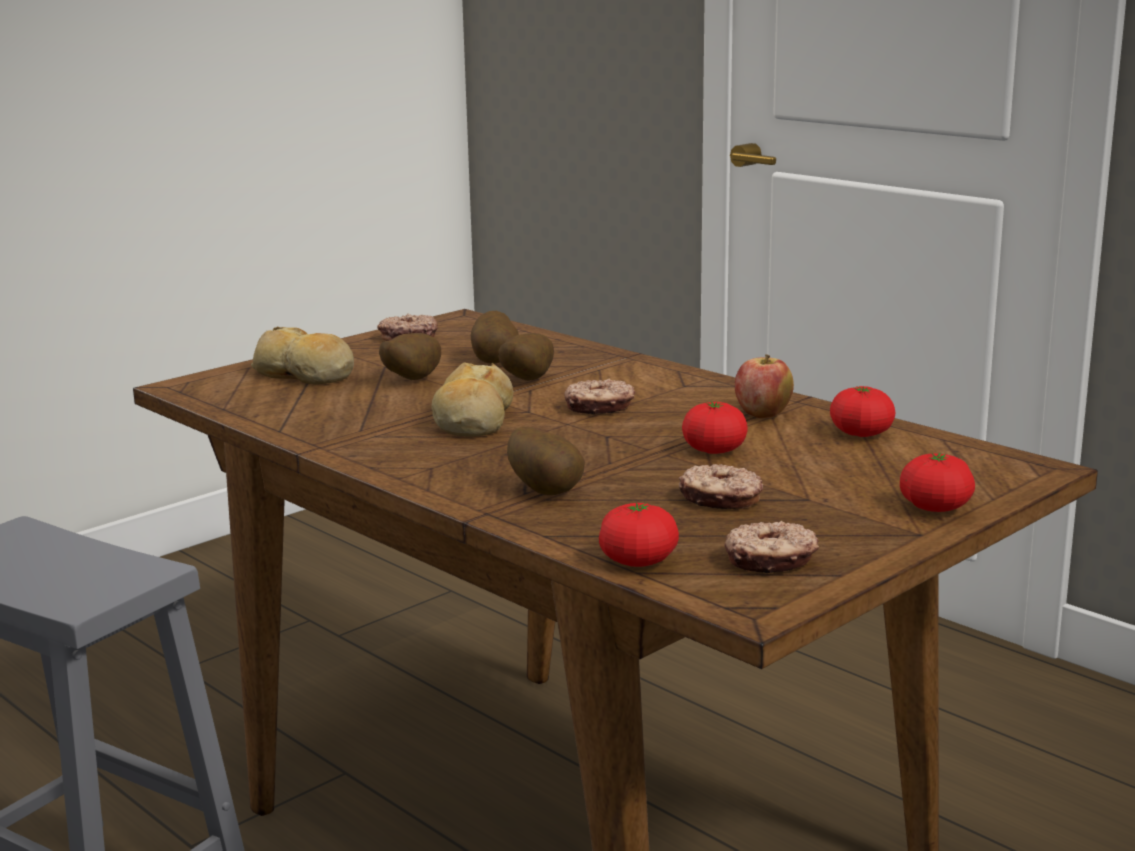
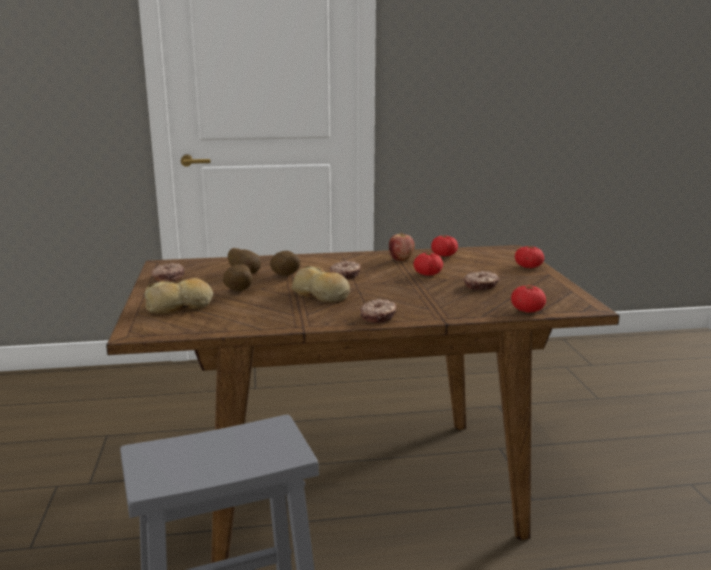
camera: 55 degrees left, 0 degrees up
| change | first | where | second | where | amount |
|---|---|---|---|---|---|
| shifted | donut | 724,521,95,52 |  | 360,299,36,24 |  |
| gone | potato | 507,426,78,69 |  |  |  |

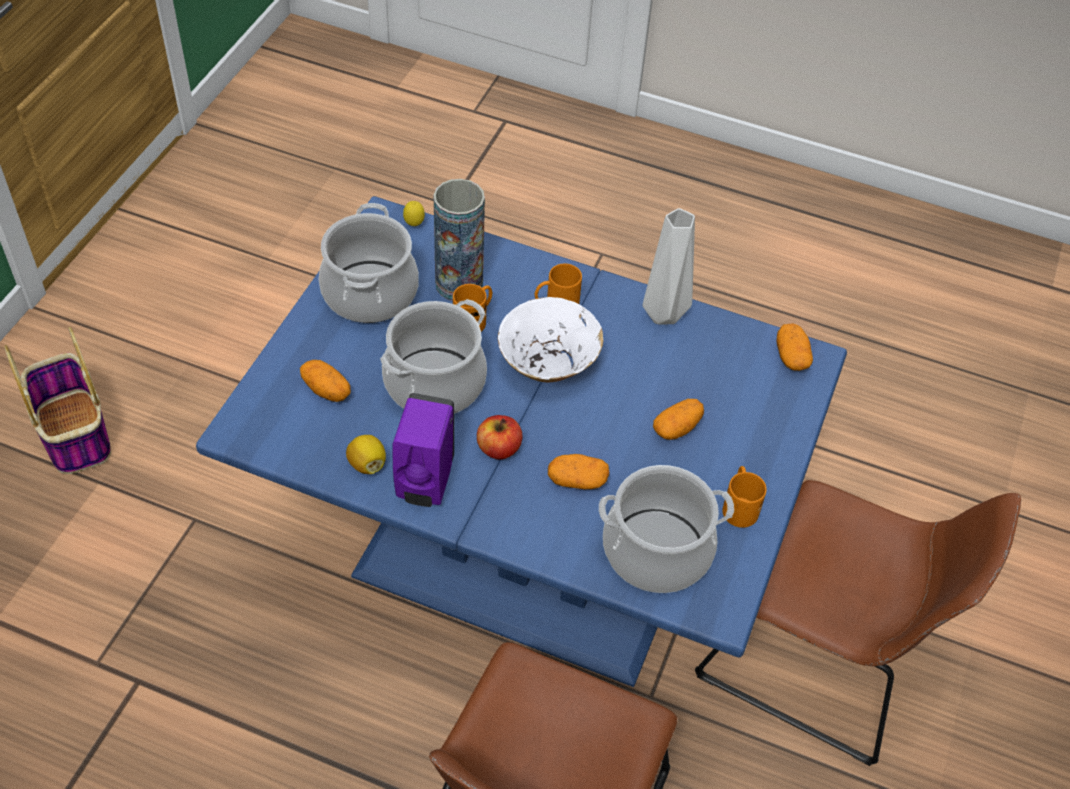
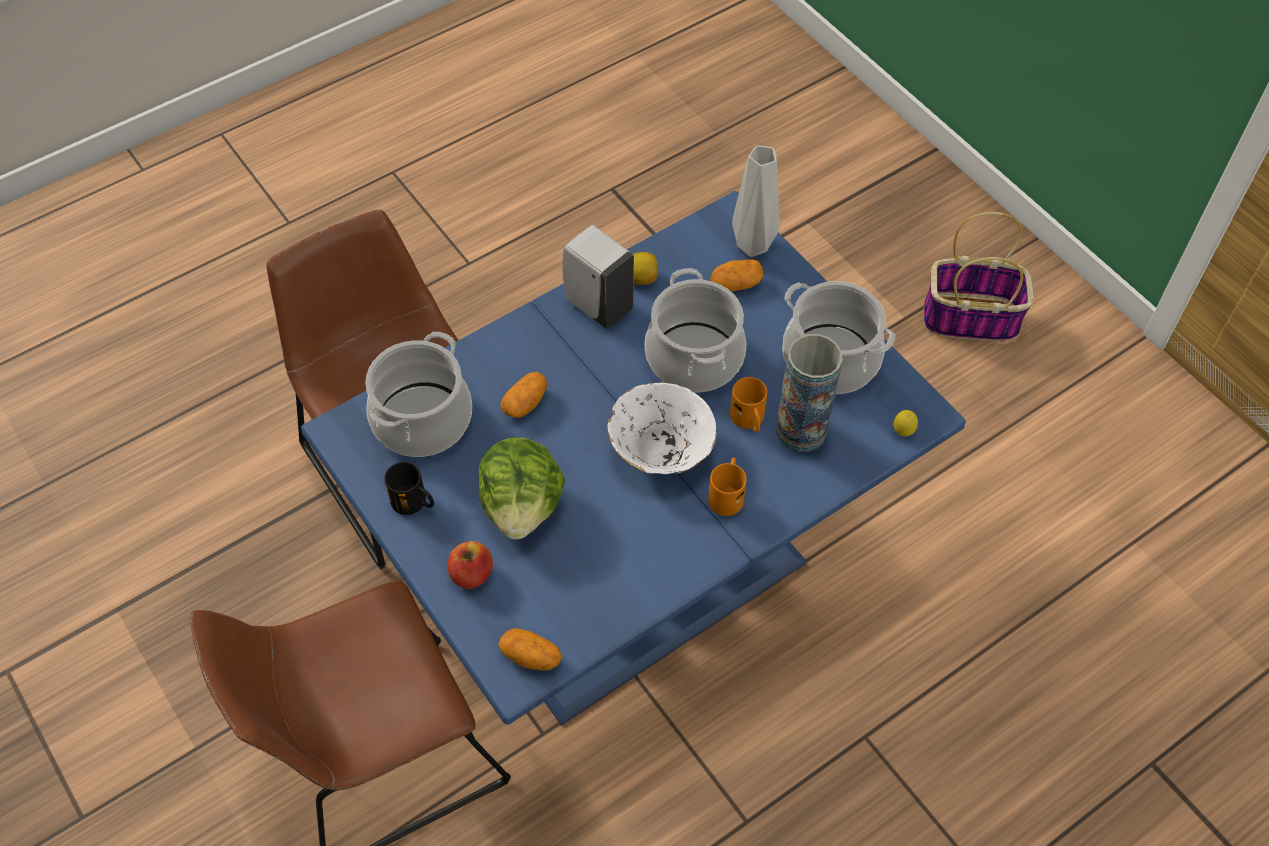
camera: 125 degrees right, 5 degrees up
| change | first | where | second | where | amount |
|---|---|---|---|---|---|
| repainted | orange_mug | 722,466,45,62 | black_mug | 384,462,50,53 |  |
| shifted | apple | 477,415,46,45 |  | 448,541,45,48 |  |
| swapped | potato | 653,399,51,41 | lettuce | 479,437,86,102 |  |
| repainted | purple_soap_dispenser | 392,393,62,114 | white_soap_dispenser | 562,225,72,104 |  |
| shifted | grey_vase | 643,208,52,116 |  | 732,145,48,112 |  |

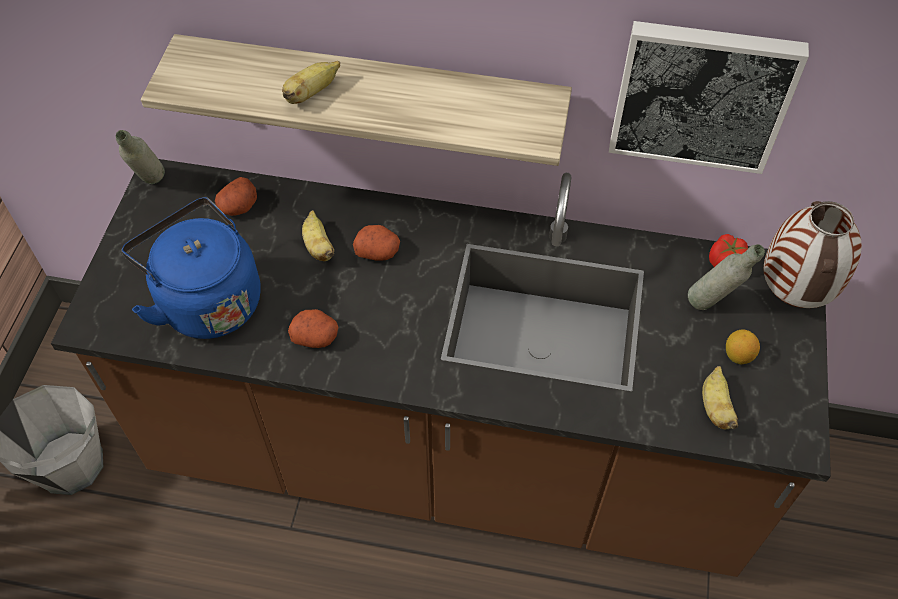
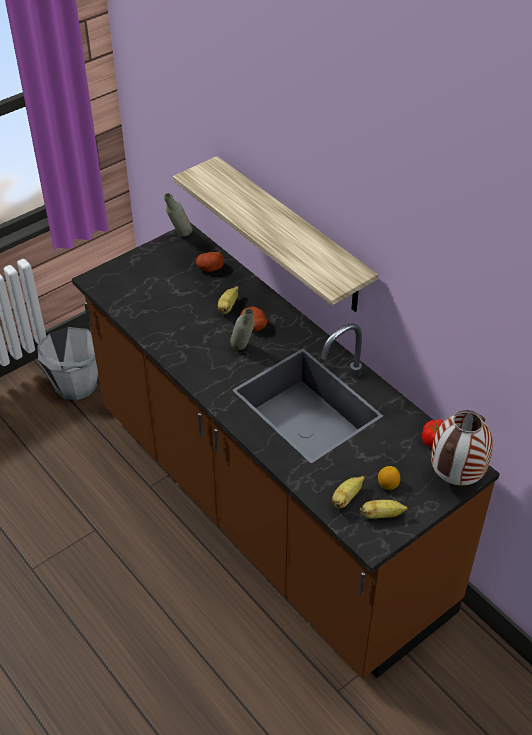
camera: 40 degrees right, 10 degrees down
| change | first | where | second | where | amount |
|---|---|---|---|---|---|
| shifted | grey_bottle | 688,244,77,66 |  | 230,308,25,42 |  |
| shifted | banana | 282,61,58,43 |  | 359,500,49,19 |  |
| gone | blue_kettle | 122,197,139,142 |  |  |  |
| gone | potato | 288,309,50,39 |  |  |  |
| gone | picture | 609,21,200,153 |  |  |  |

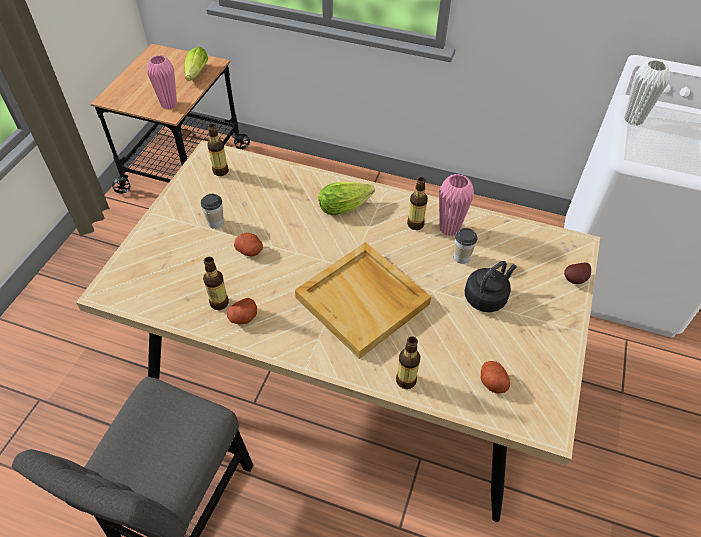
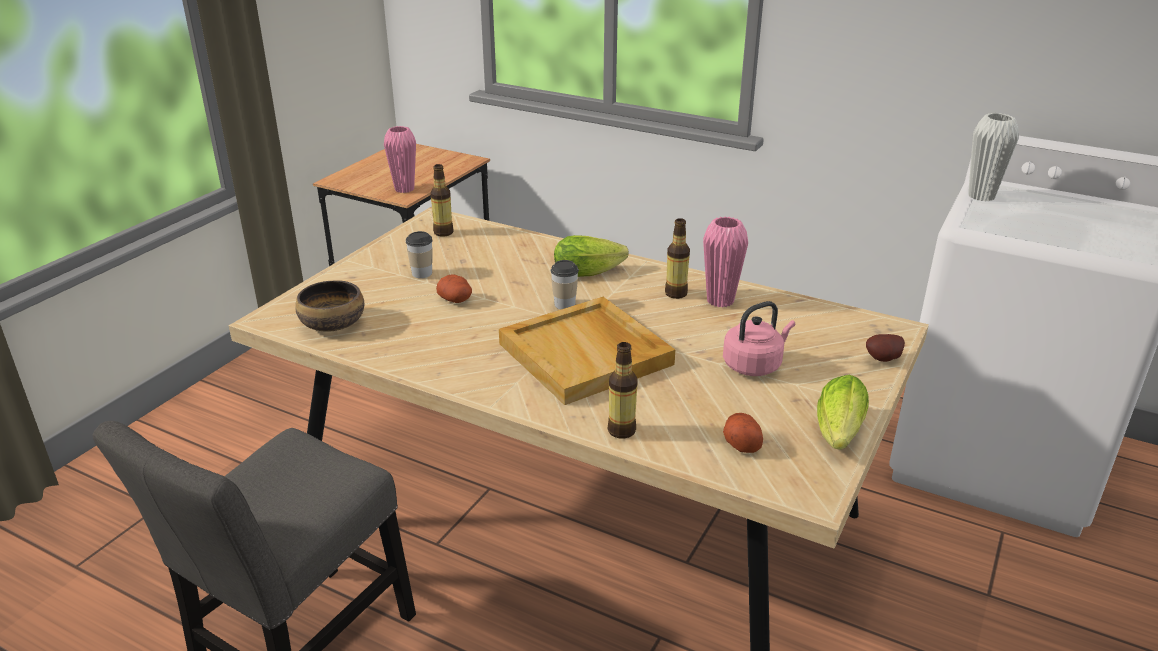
camera: 10 degrees right, 20 degrees down
| change | first | where | second | where | amount |
|---|---|---|---|---|---|
| new |  |  | bowl | 295,280,69,52 |  |
| shifted | cup | 454,228,23,36 |  | 550,260,29,49 |  |
| repainted | black_kettle | 465,261,52,51 | pink_kettle | 723,301,72,75 |  |
| shifted | lettuce | 185,47,23,34 |  | 817,375,52,75 |  |
| gone | bottle | 203,257,26,53 |  |  |  |
| gone | potato | 227,298,30,26 |  |  |  |

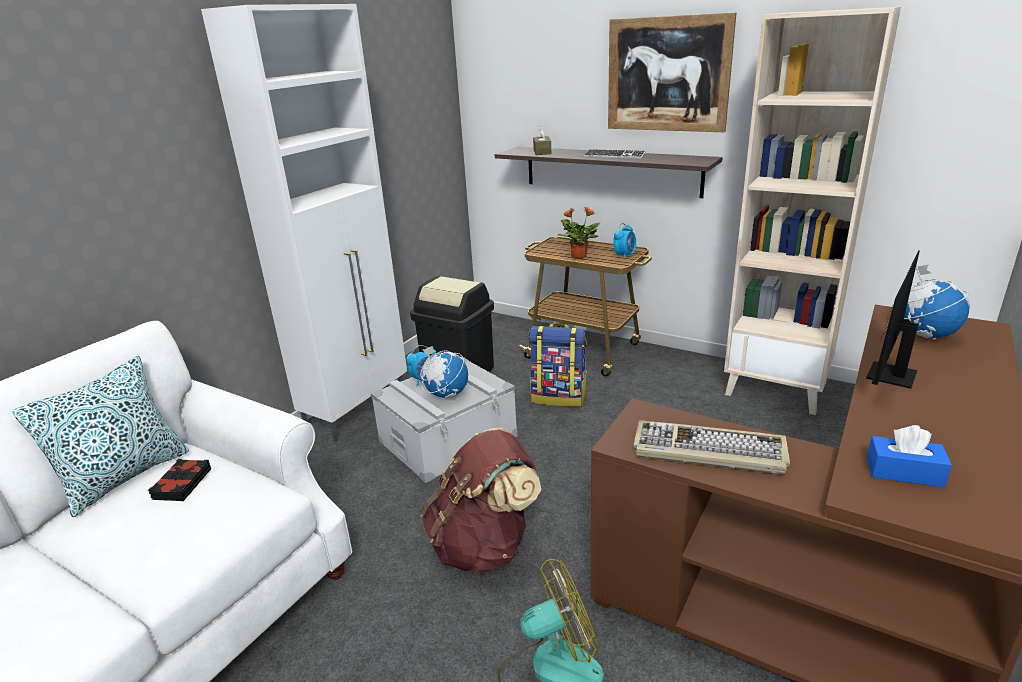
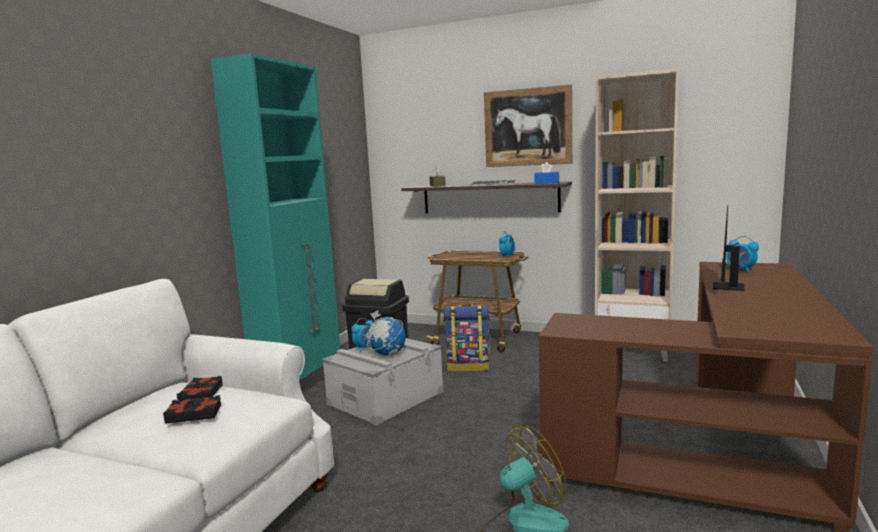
camera: 10 degrees left, 15 degrees down
| change | first | where | second | where | amount |
|---|---|---|---|---|---|
| new |  |  | black_book | 163,395,58,29 |  |
| repainted | white_cabinet | 201,4,206,438 | turquoise_cabinet | 211,53,129,328 |  |
| shifted | blue_tissue_box | 867,425,85,63 |  | 534,162,26,22 |  |
| swapped | globe | 904,264,66,75 | alarm_clock | 726,236,33,37 |  |
| gone | pillow | 12,355,177,162 |  |  |  |
| gone | brown_backpack | 421,428,120,146 |  |  |  |
| gone | potted_plant | 557,207,43,52 |  |  |  |
| gone | keyboard | 634,420,156,54 |  |  |  |

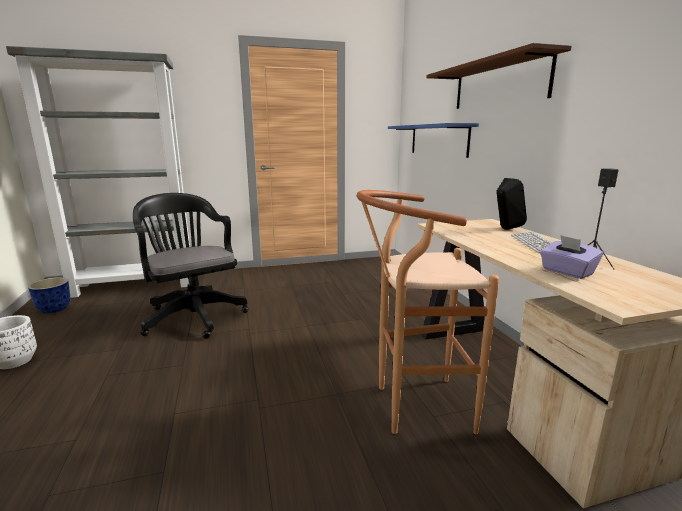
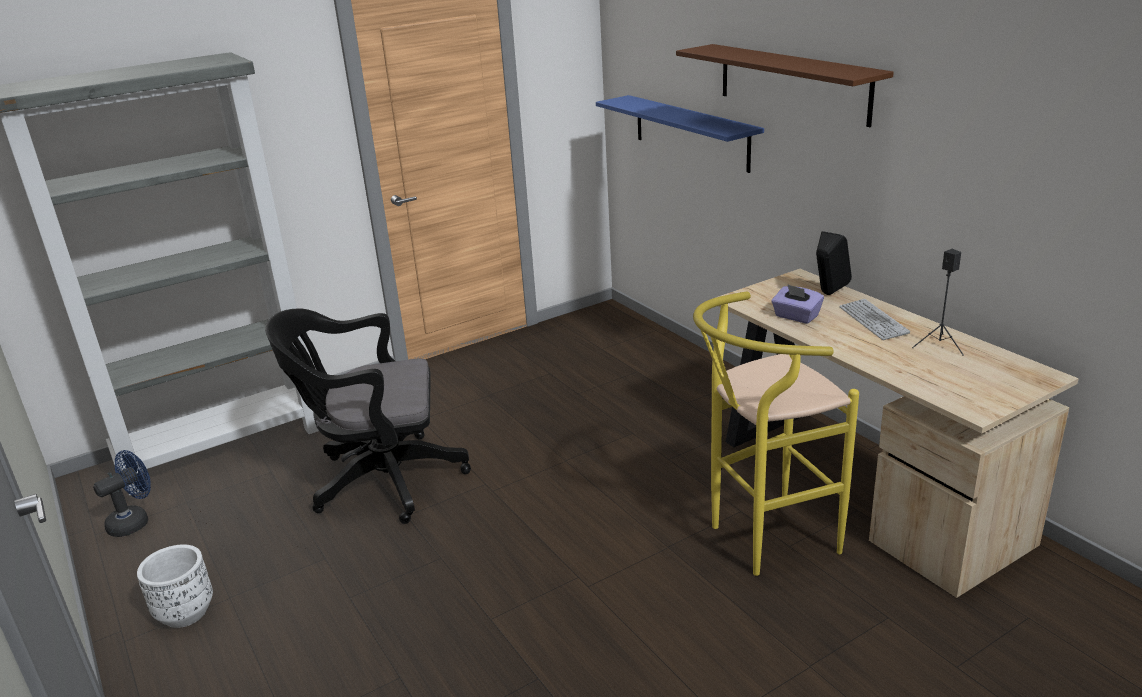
camera: 15 degrees left, 10 degrees up
| change | first | where | second | where | amount |
|---|---|---|---|---|---|
| swapped | planter | 28,277,42,37 | blue_fan | 93,450,58,87 |  |
| rotated | black_office_chair | 133,193,116,146 |  | 265,309,206,215 | 45 degrees counterclockwise |
| repainted | brown_stool | 357,190,142,244 | yellow_stool | 693,292,166,284 |  |
| shifted | purple_tissue_box | 540,235,63,44 |  | 772,284,52,40 |  |

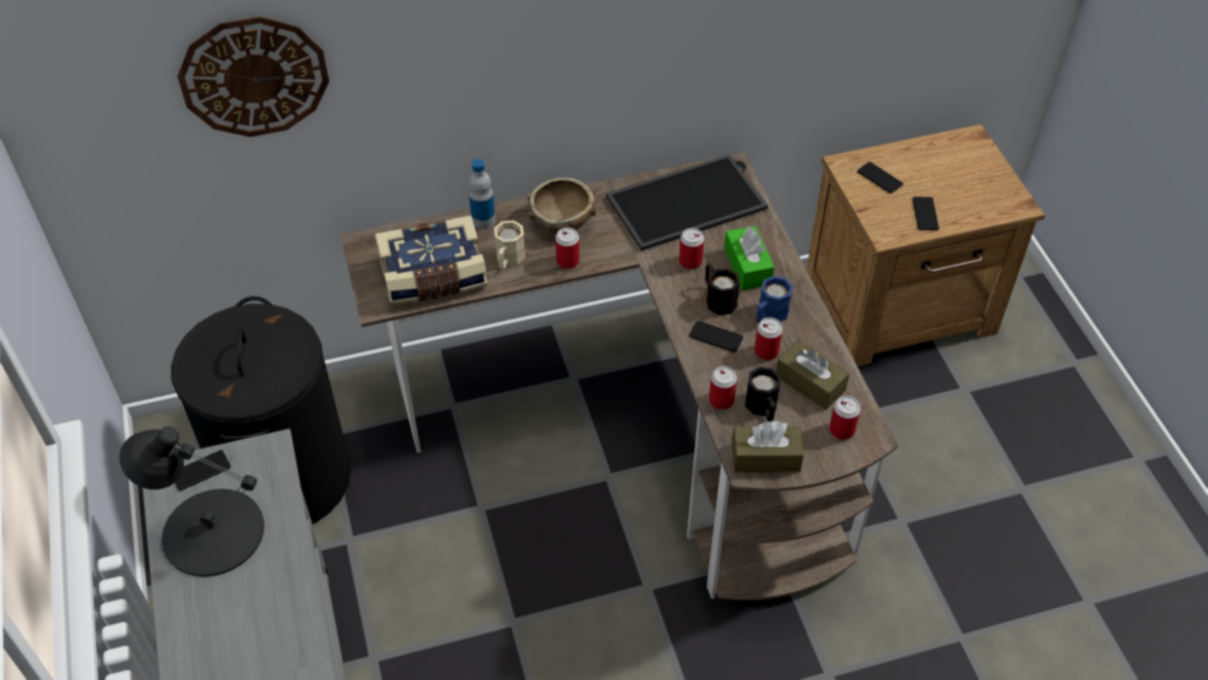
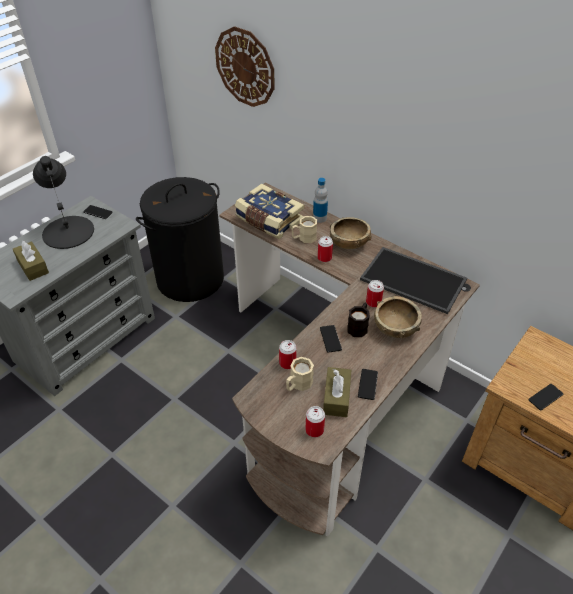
camera: 55 degrees right, 5 degrees down
| change | first | where | second | where | amount |
|---|---|---|---|---|---|
| shifted | brown_tissue_box | 732,421,72,51 |  | 13,241,36,40 |  |
| repainted | black_mug | 745,367,36,54 | beige_mug | 286,357,28,34 |  |
| shifted | phone | 857,162,46,31 |  | 358,369,20,31 |  |
| swapped | green_tissue_box | 724,226,51,64 | brown_bowl | 374,296,48,42 |  |
| gone | can | 754,317,29,43 |  |  |  |
| gone | blue_mug | 756,276,37,47 |  |  |  |

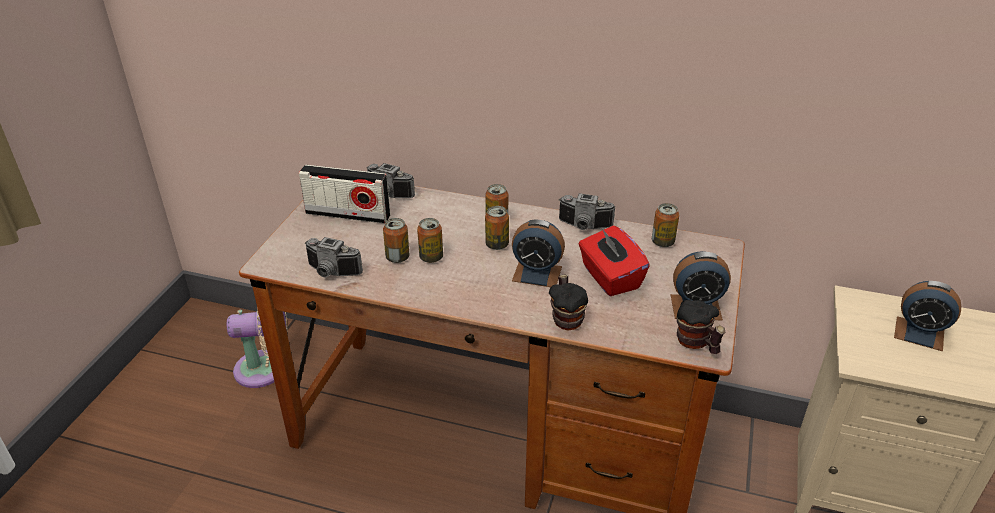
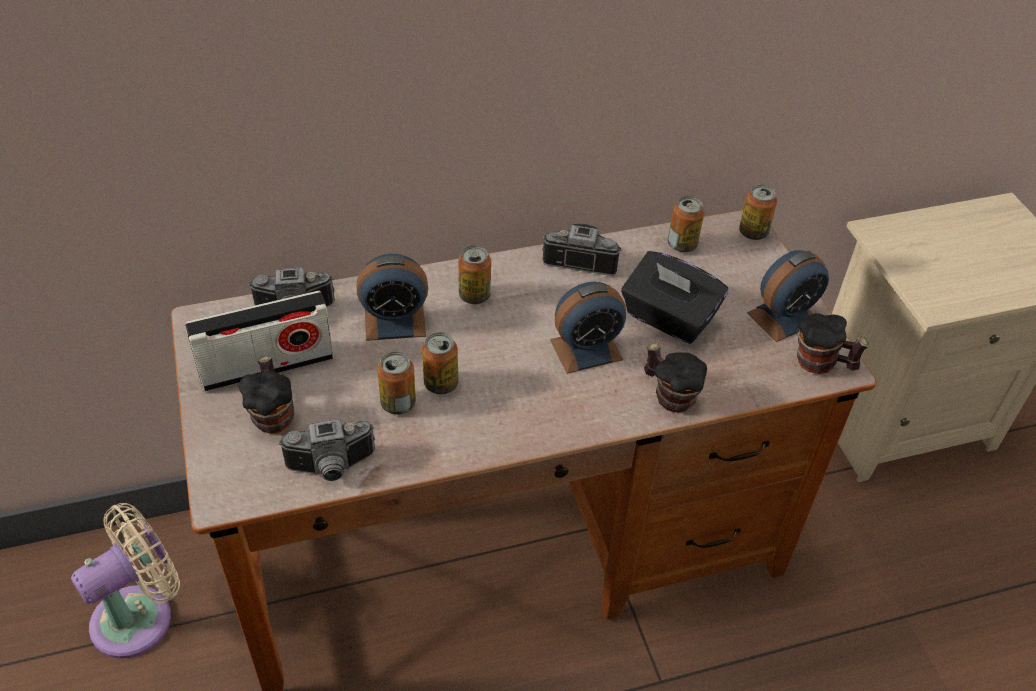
camera: 35 degrees left, 10 degrees up
| change | first | where | second | where | amount |
|---|---|---|---|---|---|
| new |  |  | mug | 238,356,57,78 |  |
| shifted | alarm_clock | 894,281,67,70 |  | 357,254,71,87 |  |
| rotated | photo_camera | 559,193,57,37 |  | 542,224,80,52 | 150 degrees counterclockwise |
| repainted | red_tissue_box | 578,225,72,71 | black_tissue_box | 621,251,107,93 |  |
| shifted | can | 485,206,24,44 |  | 739,184,38,56 |  |

